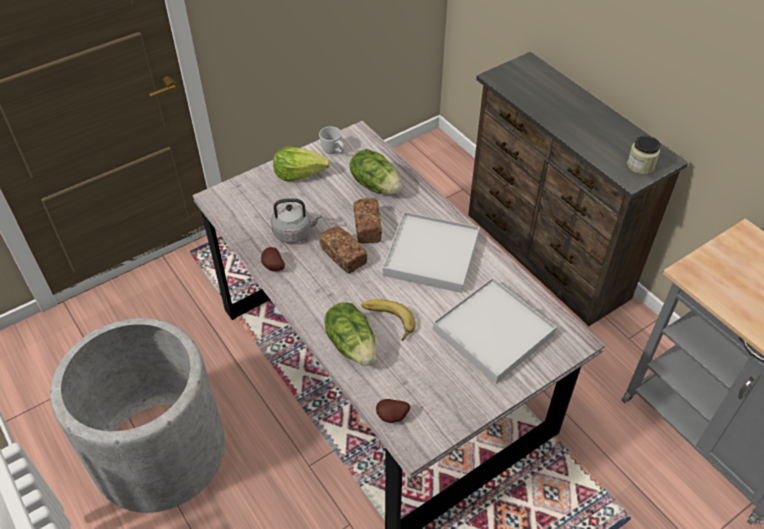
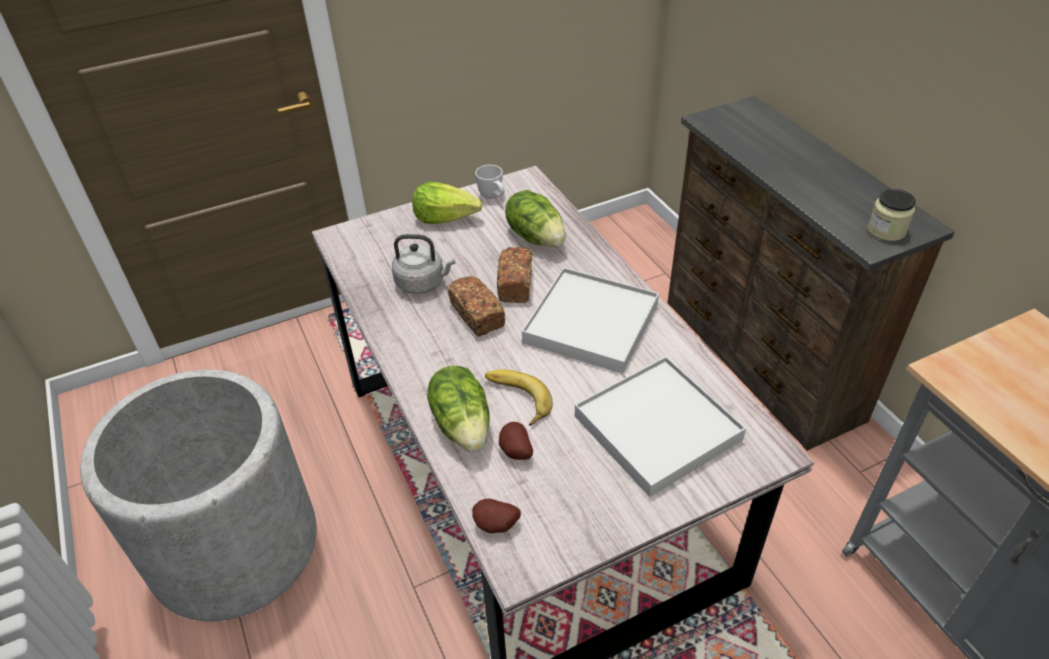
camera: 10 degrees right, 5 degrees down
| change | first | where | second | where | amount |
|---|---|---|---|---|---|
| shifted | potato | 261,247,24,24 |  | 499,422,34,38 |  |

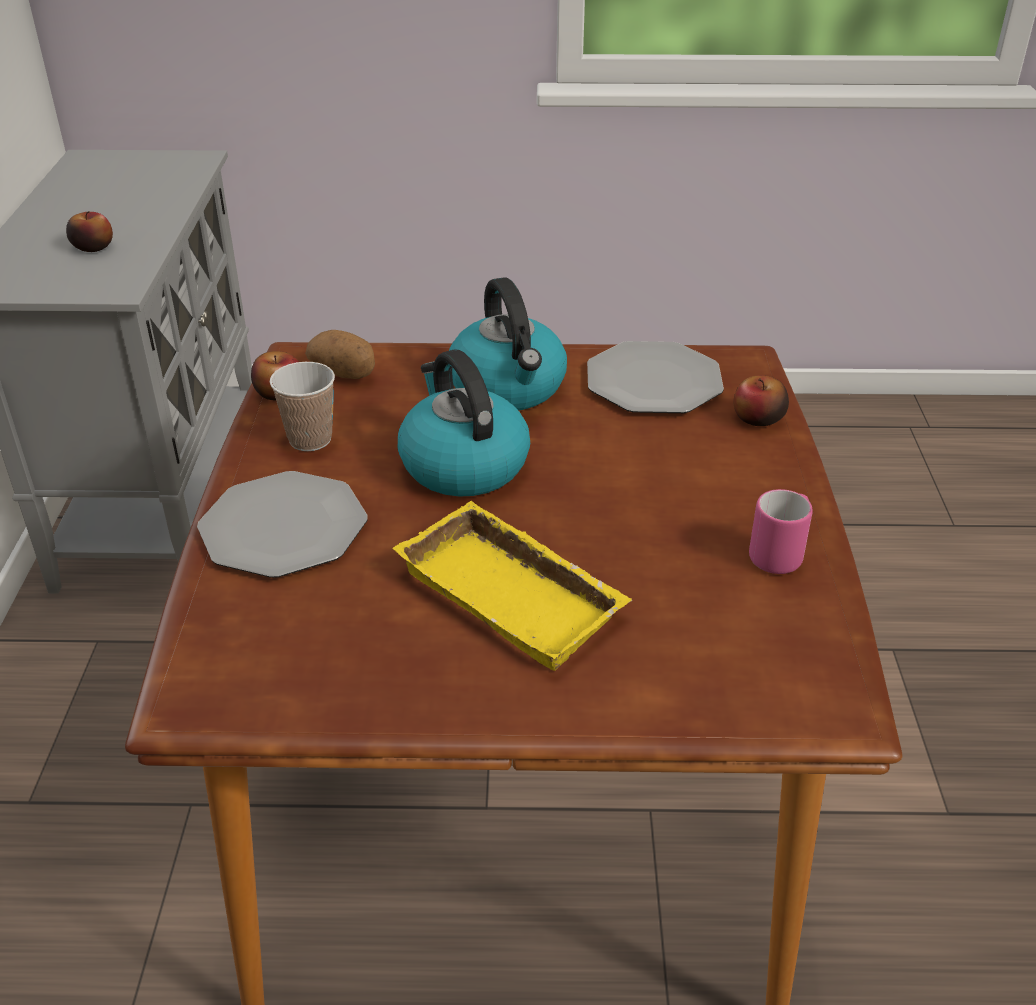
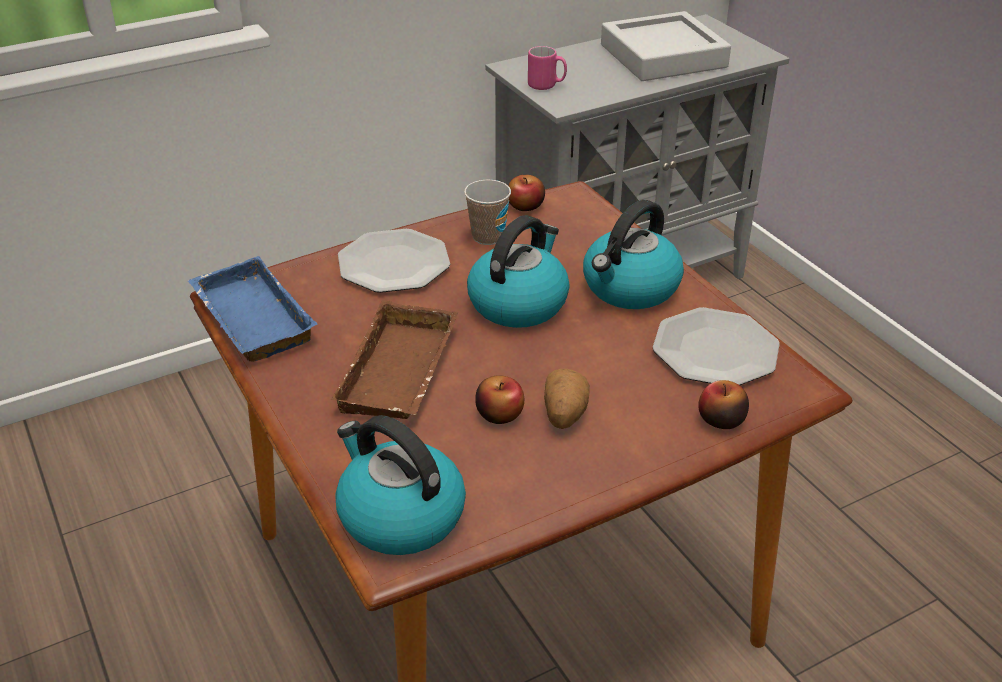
camera: 60 degrees right, 0 degrees up
| change | first | where | second | where | amount |
|---|---|---|---|---|---|
| new |  |  | blue_tray | 188,256,130,106 |  |
| repainted | yellow_tray | 393,501,240,170 | brown_tray | 331,300,128,119 |  |
| new |  |  | kettle | 335,415,131,140 |  |
| shifted | apple | 66,211,47,41 |  | 475,375,49,49 |  |
| shifted | pink_mug | 749,489,64,85 |  | 528,46,39,44 |  |
| shifted | potato | 305,330,70,49 |  | 544,369,46,60 |  |
| new |  |  | grey_tray | 601,11,130,70 |  |

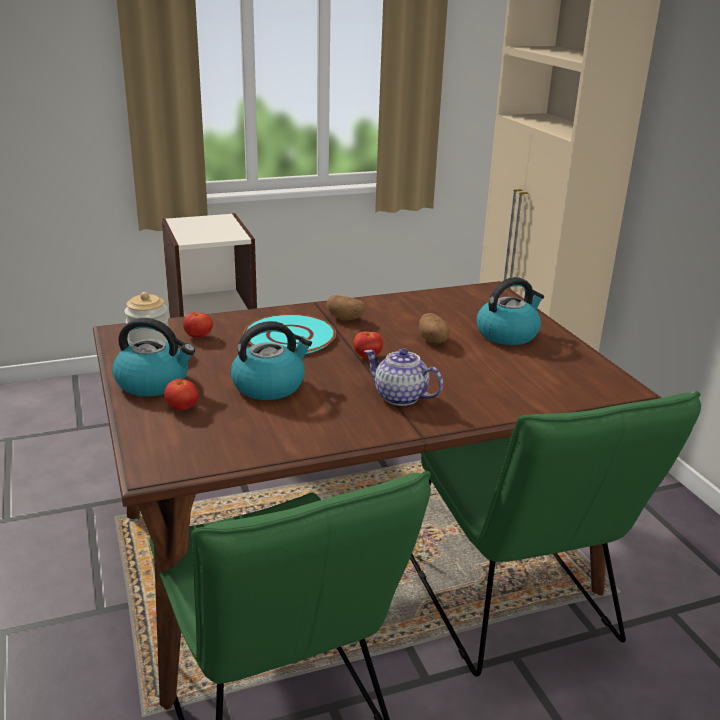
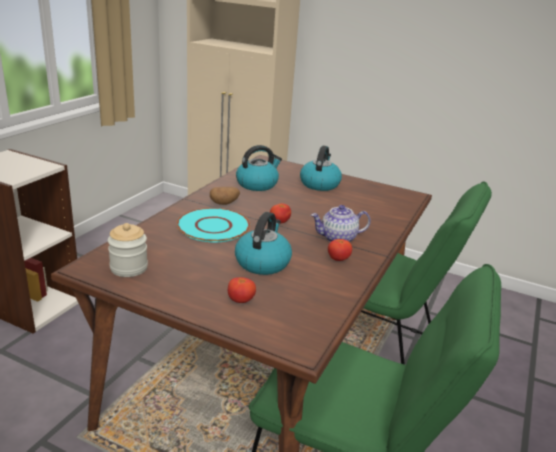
camera: 45 degrees left, 0 degrees up
| change | first | where | second | where | amount |
|---|---|---|---|---|---|
| shifted | kettle | 112,318,83,79 |  | 236,145,46,46 |  |
| shifted | tomato | 183,312,30,26 |  | 328,239,24,22 |  |
| gone | potato | 419,313,30,31 |  |  |  |

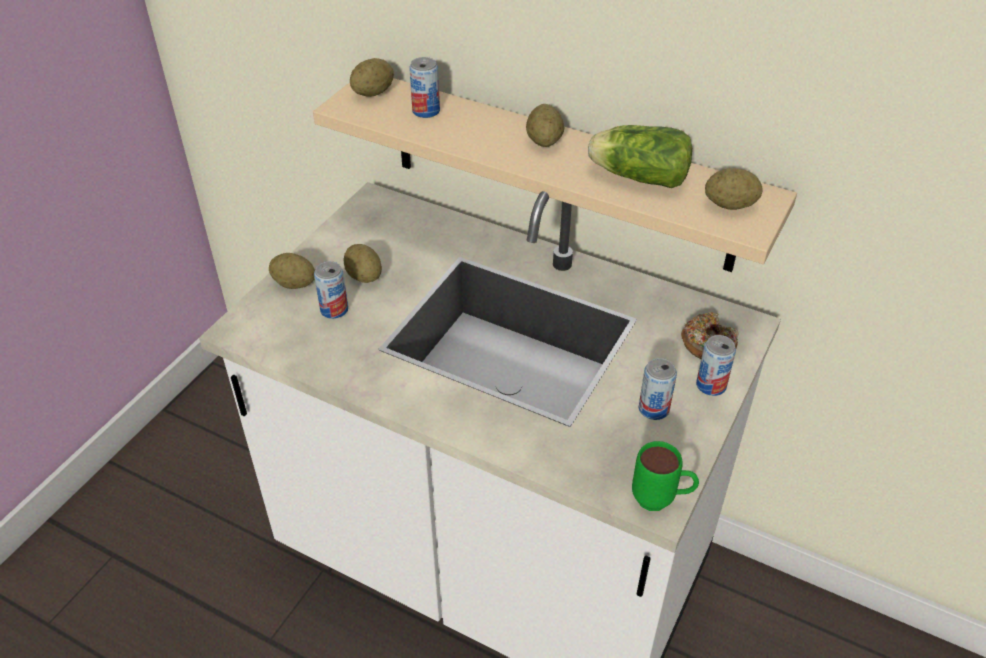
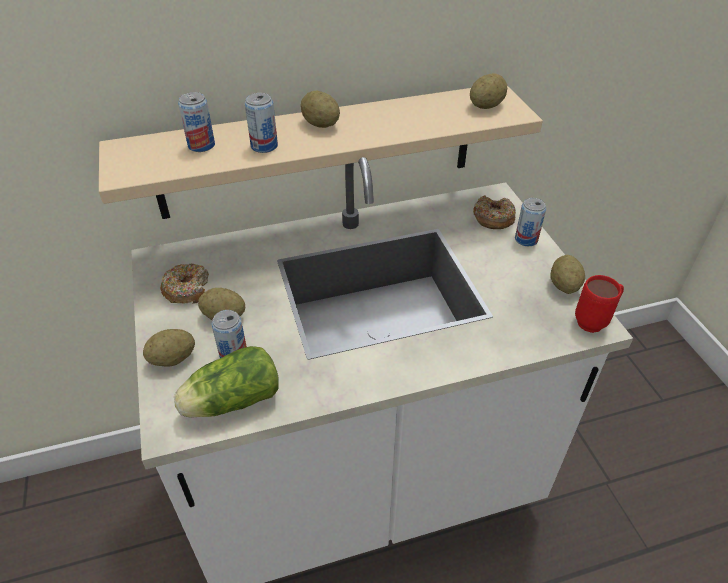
camera: 45 degrees left, 0 degrees up
| change | first | where | second | where | amount |
|---|---|---|---|---|---|
| new |  |  | donut | 160,263,49,41 |  |
| shifted | lettuce | 588,125,104,63 |  | 174,346,105,72 |  |
| shifted | can | 639,358,38,62 |  | 245,93,33,60 |  |
| shifted | potato | 350,58,44,39 |  | 550,255,35,39 |  |
| repainted | green_mug | 632,441,67,70 | red_mug | 575,275,49,58 |  |

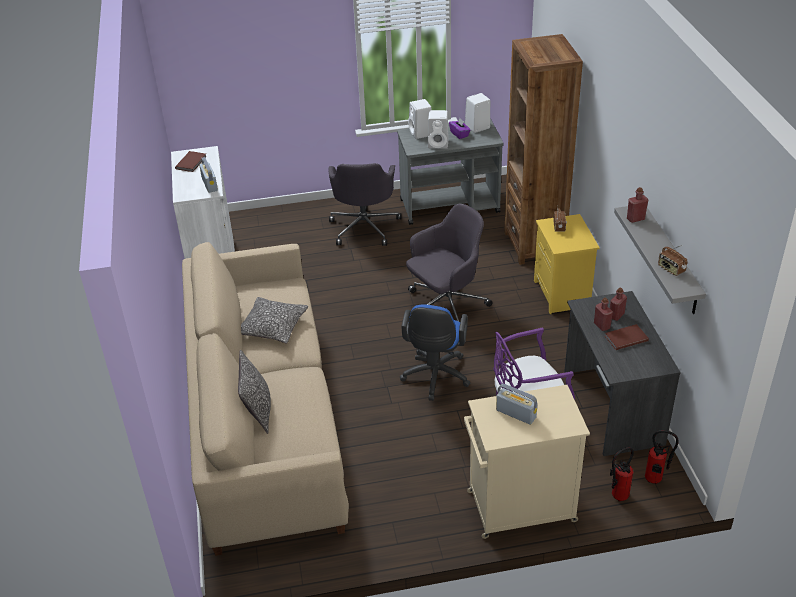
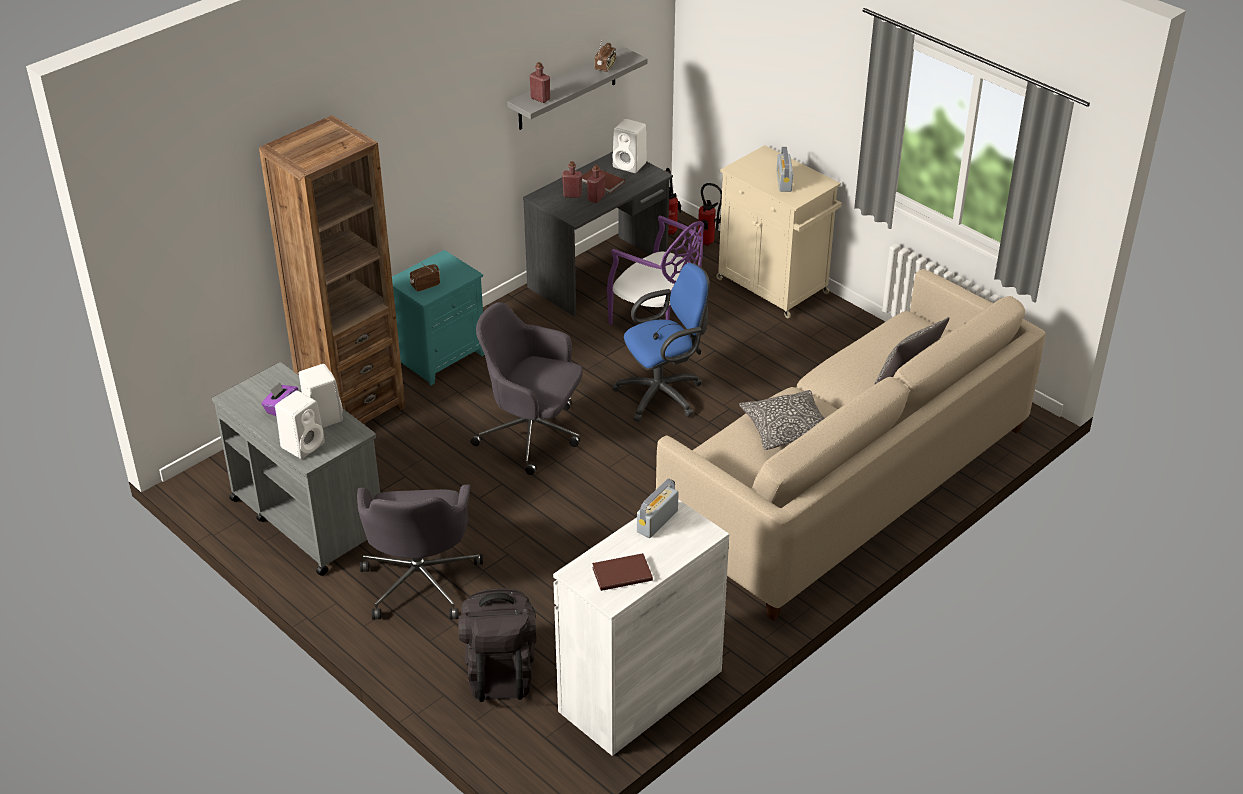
camera: 125 degrees left, 0 degrees up
| change | first | where | second | where | amount |
|---|---|---|---|---|---|
| rotated | grey_office_chair | 328,163,74,83 |  | 357,485,126,134 | 120 degrees clockwise |
| repainted | yellow_nightstand | 534,214,66,100 | turquoise_nightstand | 392,250,92,136 |  |
| new |  |  | black_backpack | 458,588,79,114 |  |
| shifted | white_speaker | 465,93,25,40 |  | 612,119,35,54 |  |

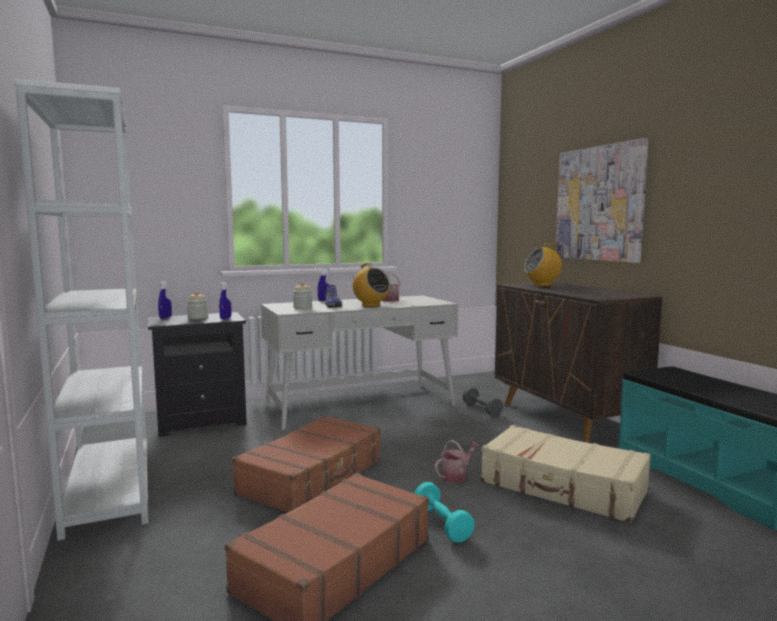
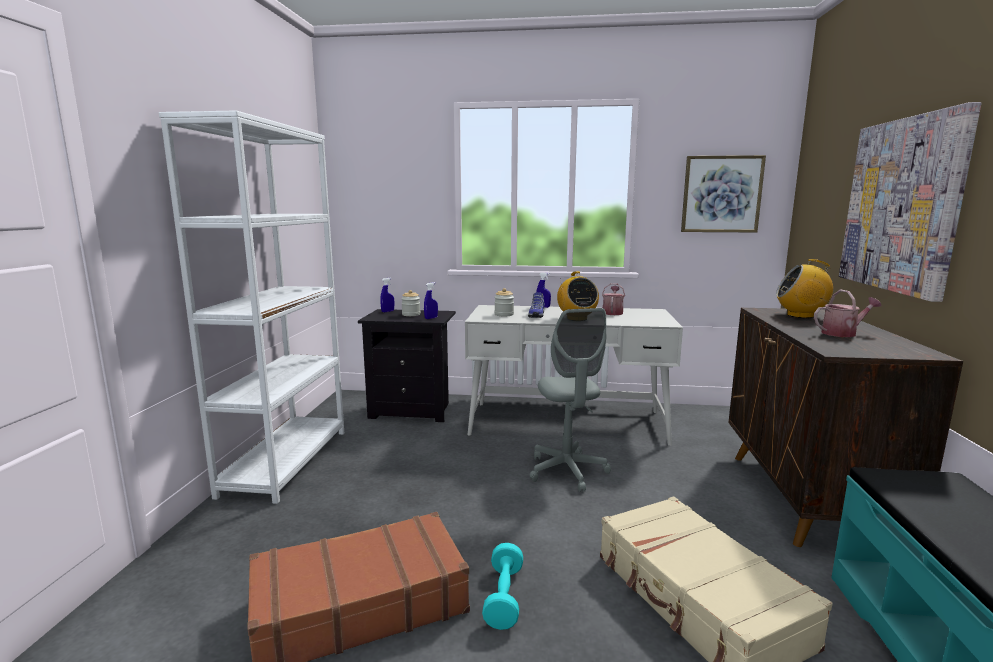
camera: 30 degrees right, 5 degrees up
| change | first | where | second | where | amount |
|---|---|---|---|---|---|
| new |  |  | grey_office_chair | 530,308,81,184 |  |
| new |  |  | picture | 681,155,85,77 |  |
| shifted | watering_can | 435,440,45,43 |  | 814,290,67,47 |  |
| gone | brown_suitcase | 232,416,148,96 |  |  |  |
| gone | grey_dumbbell | 463,387,40,30 |  |  |  |

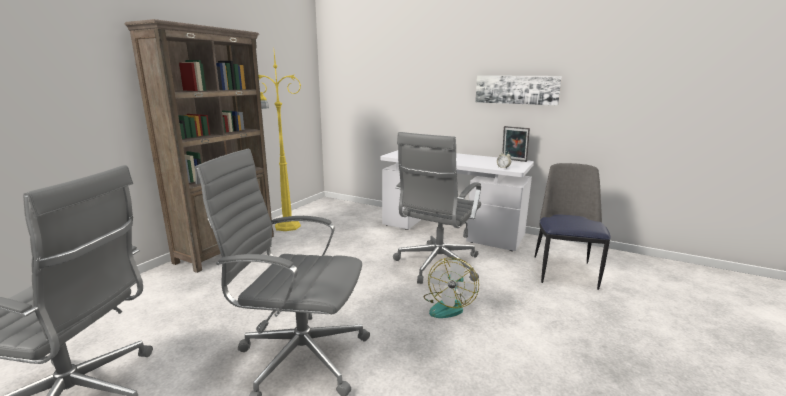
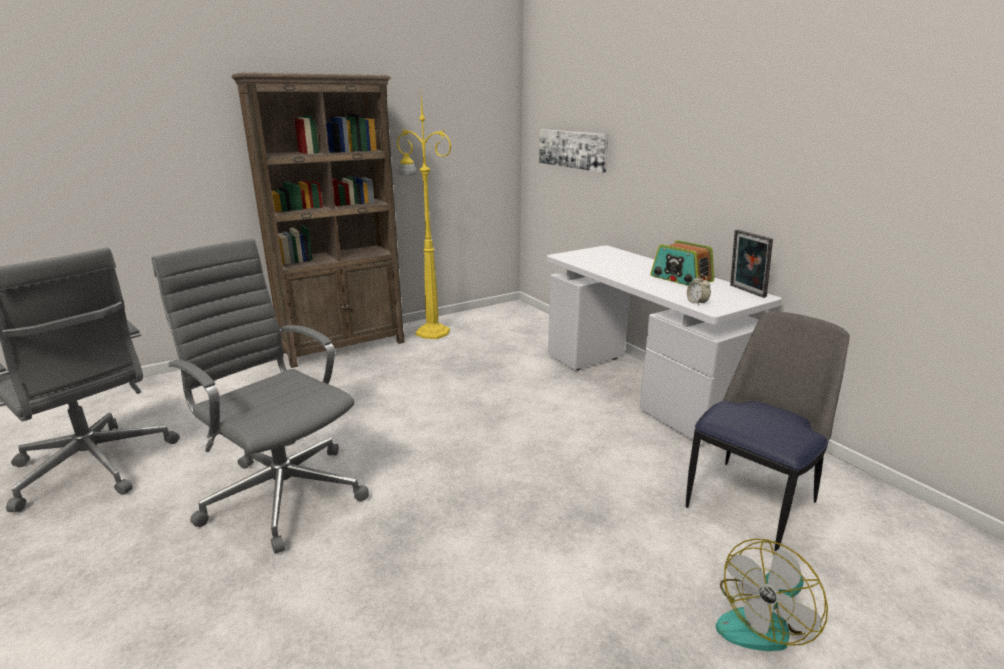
camera: 30 degrees right, 5 degrees up
| change | first | where | second | where | amount |
|---|---|---|---|---|---|
| shifted | picture | 475,75,87,31 |  | 539,129,69,44 |  |
| new |  |  | radio | 650,240,64,46 |  |
| shifted | fan | 424,257,55,61 |  | 716,538,112,113 |  |
| gone | grey_office_chair | 393,132,88,152 |  |  |  |

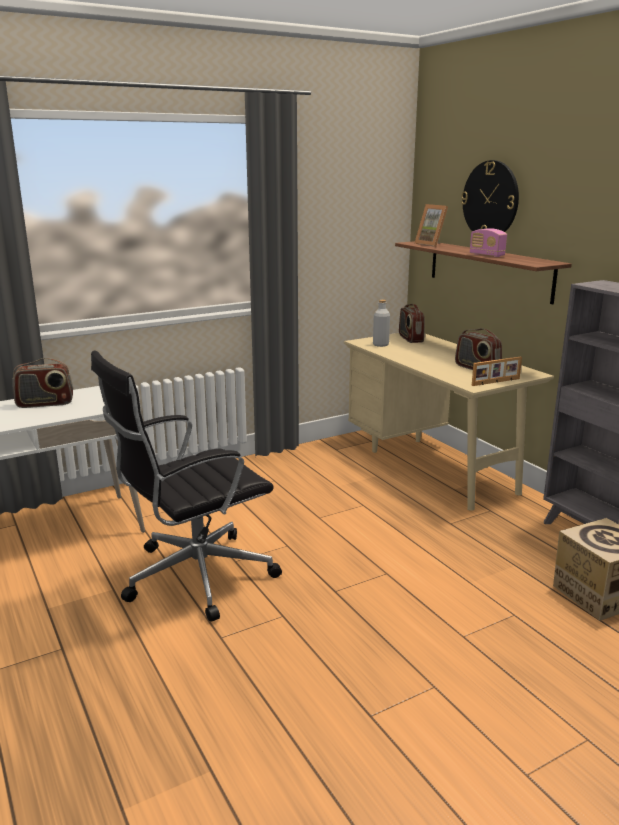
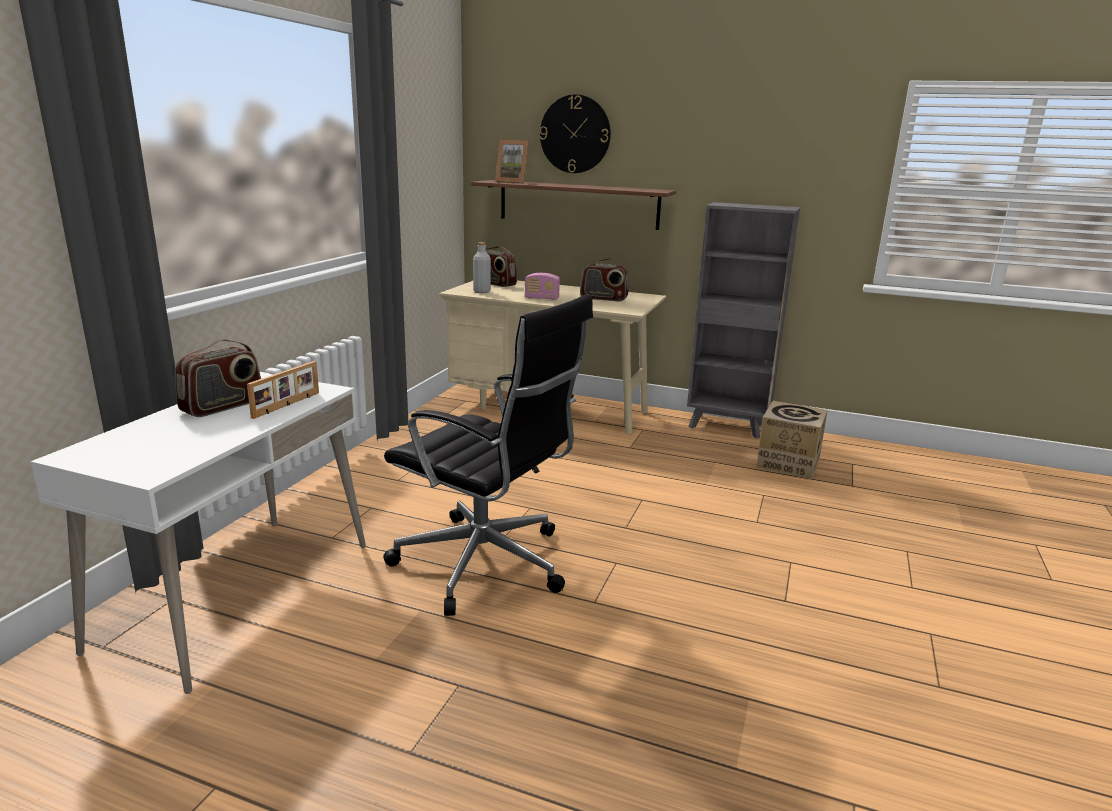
camera: 40 degrees left, 0 degrees up
| change | first | where | second | where | amount |
|---|---|---|---|---|---|
| shifted | picture_frame | 472,357,50,29 |  | 247,361,72,58 |  |
| rotated | black_office_chair | 91,351,191,270 |  | 383,294,210,322 | 75 degrees counterclockwise |
| shifted | radio | 470,228,37,29 |  | 525,273,35,27 |  |

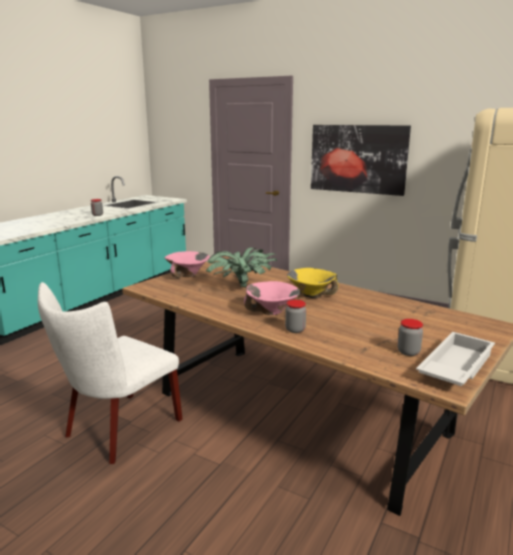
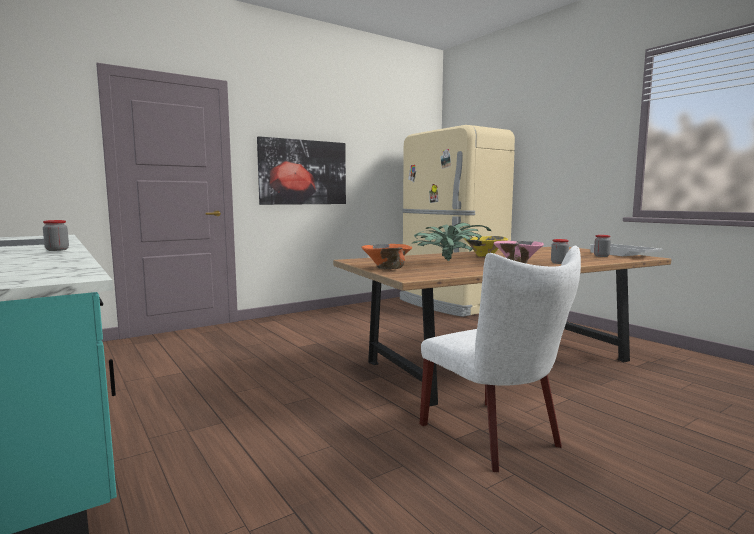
camera: 65 degrees left, 10 degrees down
| change | first | where | second | where | amount |
|---|---|---|---|---|---|
| repainted | pink_bowl | 165,251,45,27 | orange_bowl | 361,244,51,25 |  |

